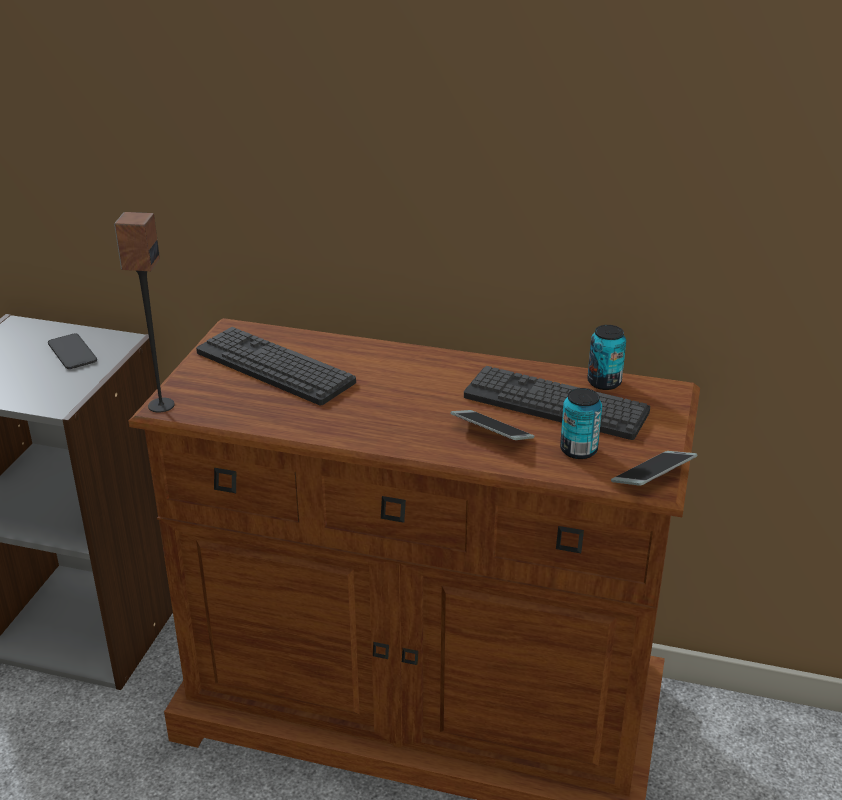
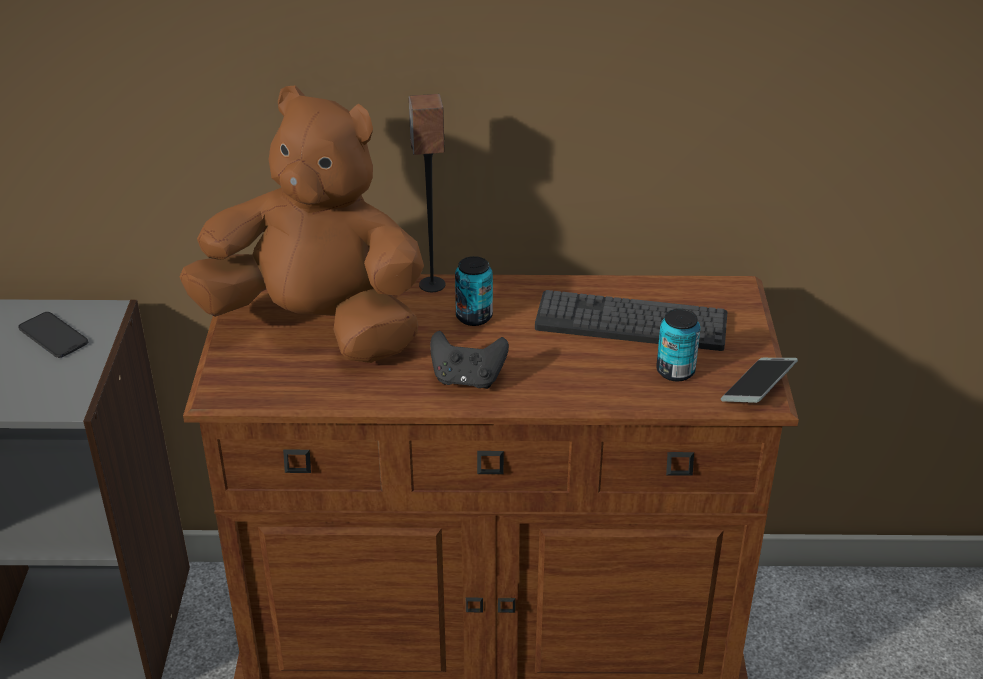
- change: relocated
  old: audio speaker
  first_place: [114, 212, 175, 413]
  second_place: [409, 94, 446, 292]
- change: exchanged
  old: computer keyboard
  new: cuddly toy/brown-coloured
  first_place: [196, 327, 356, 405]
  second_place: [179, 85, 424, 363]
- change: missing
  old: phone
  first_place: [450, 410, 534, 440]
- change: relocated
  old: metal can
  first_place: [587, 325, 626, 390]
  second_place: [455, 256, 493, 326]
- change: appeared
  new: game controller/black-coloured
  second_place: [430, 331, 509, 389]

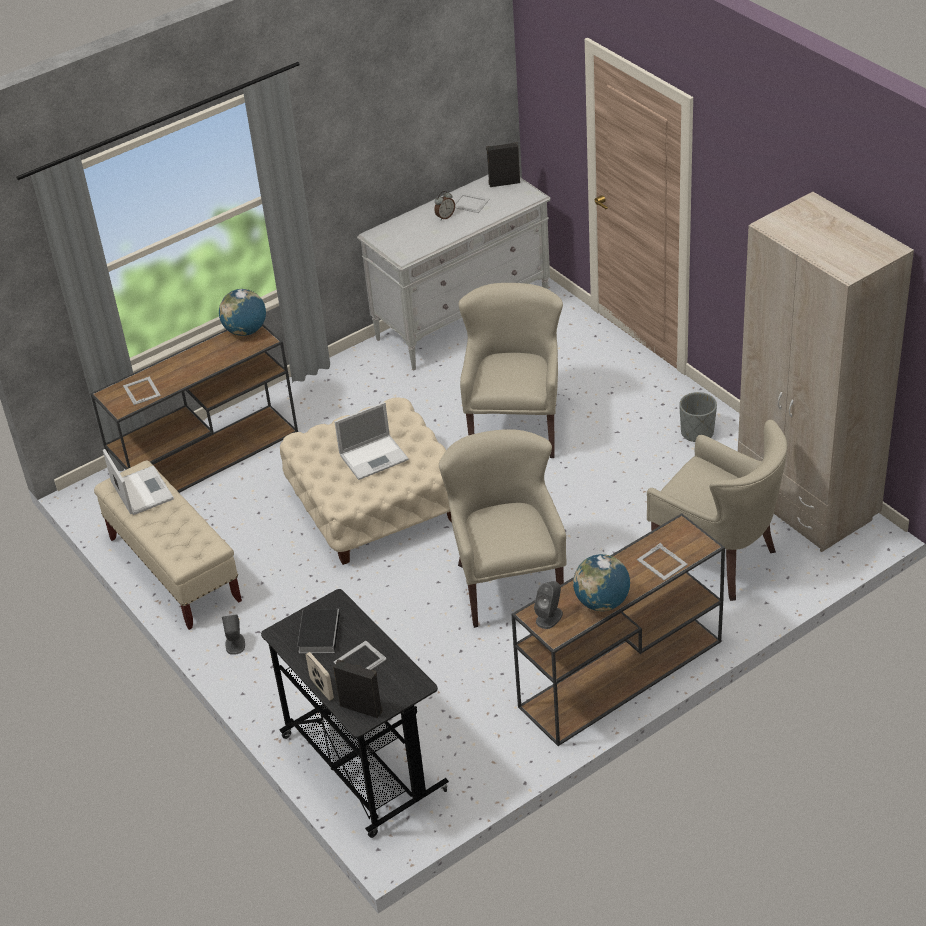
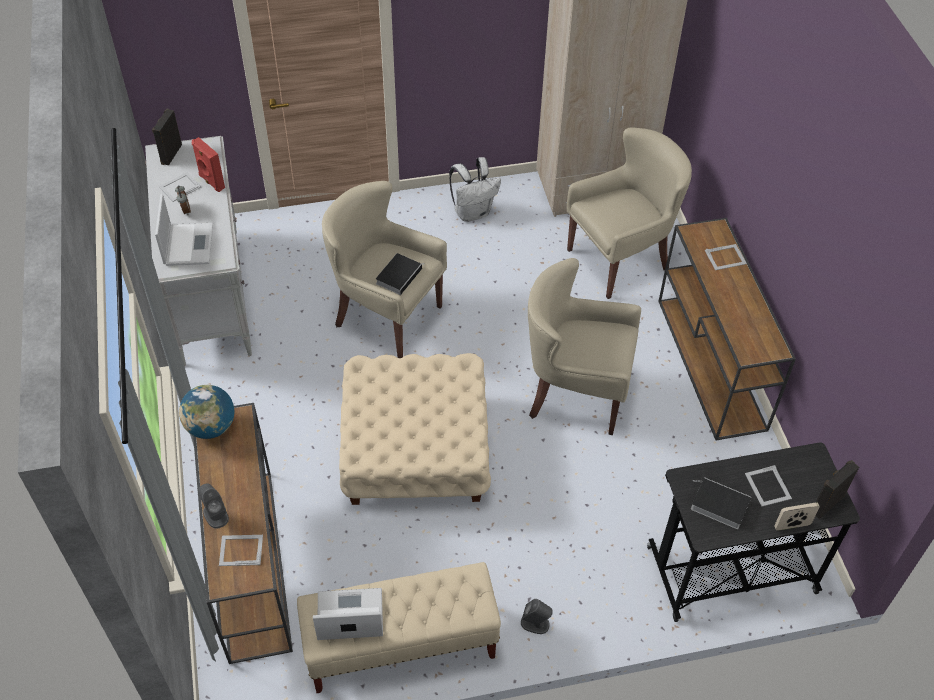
- change: relocated
  old: portable computer
  first_place: [334, 402, 409, 480]
  second_place: [155, 194, 213, 266]
- change: relocated
  old: audio speaker/greyish
  first_place: [534, 581, 563, 629]
  second_place: [199, 483, 229, 529]
- change: missing
  old: world globe
  first_place: [573, 554, 630, 611]
- change: exchanged
  old: flower pot/greyish
  new: backpack/white-coloured
  first_place: [679, 392, 717, 442]
  second_place: [449, 157, 501, 222]
- change: appeared
  new: audio speaker/red-coloured
  second_place: [192, 137, 225, 192]
- change: appeared
  new: bound book
  second_place: [376, 253, 424, 295]

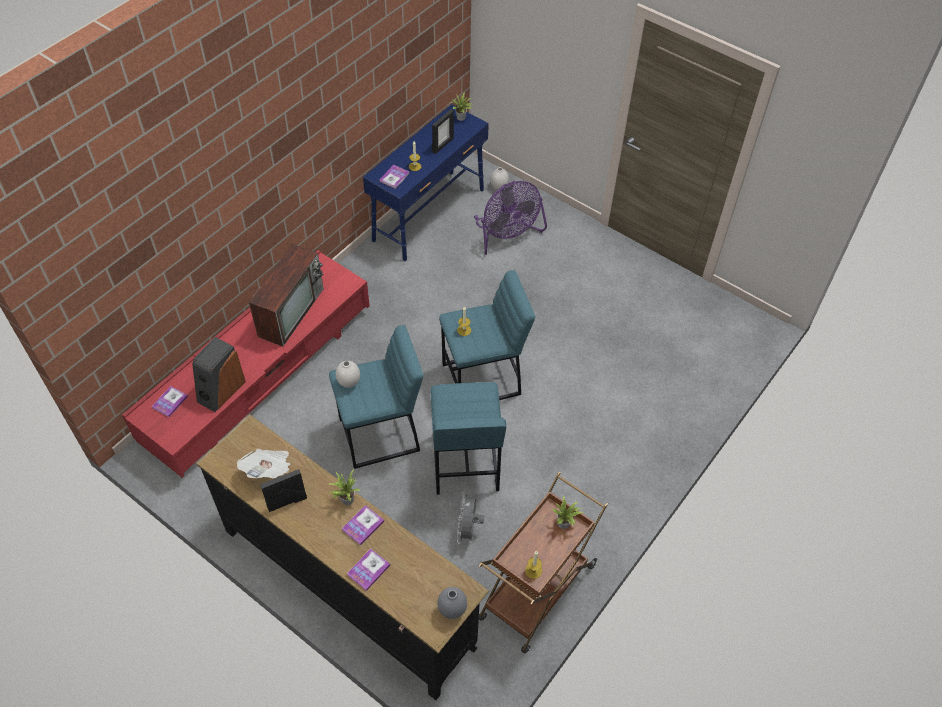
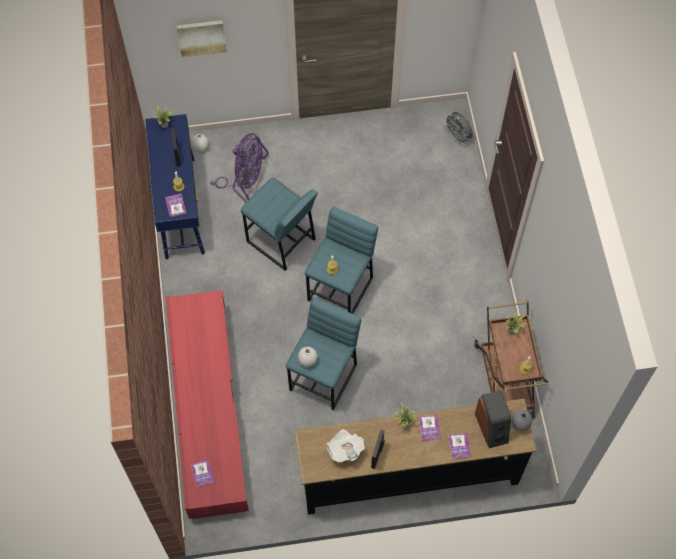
- change: relocated
  old: audio speaker
  first_place: [192, 337, 246, 412]
  second_place: [475, 390, 511, 448]
- change: missing
  old: TV
  first_place: [249, 244, 324, 347]
- change: relocated
  old: sitting stool/bluish
  first_place: [430, 382, 506, 495]
  second_place: [241, 178, 318, 271]
- change: relocated
  old: electric fan/greyish
  first_place: [457, 491, 484, 544]
  second_place: [444, 112, 473, 145]
- change: appeared
  new: picture
  second_place: [176, 20, 227, 57]

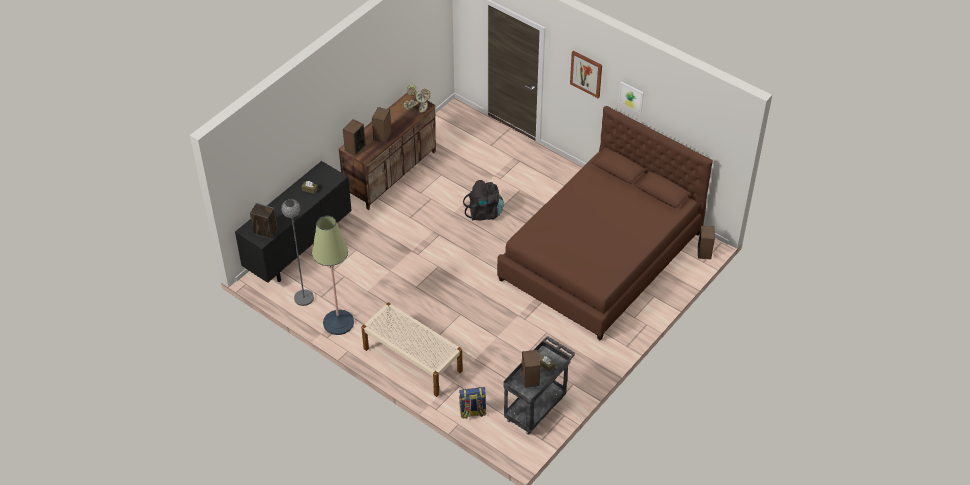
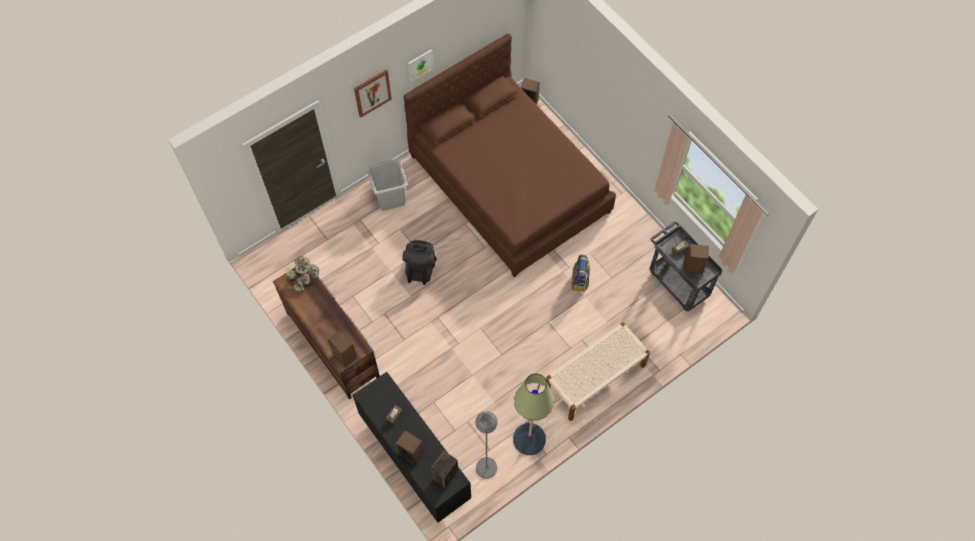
- change: relocated
  old: audio speaker
  first_place: [372, 107, 392, 143]
  second_place: [396, 430, 424, 465]
- change: relocated
  old: backpack
  first_place: [459, 387, 486, 419]
  second_place: [572, 254, 590, 291]
- change: appeared
  new: laundry basket/greyish
  second_place: [366, 159, 407, 211]

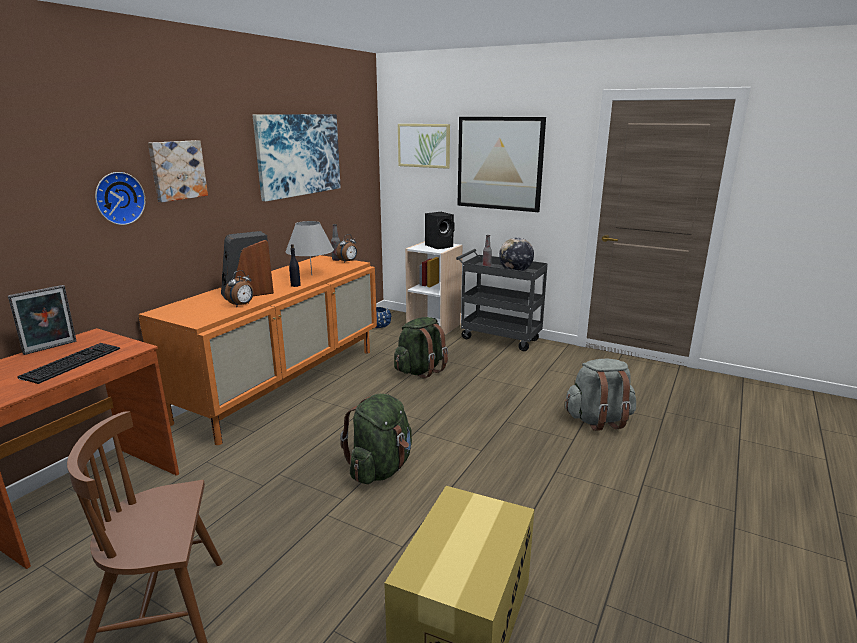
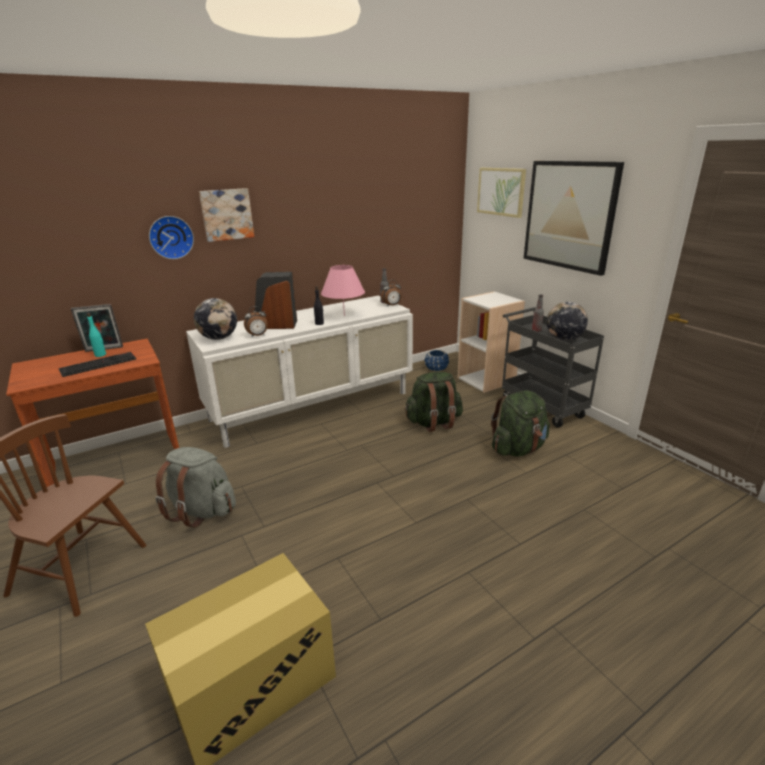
- change: colour
  old: cabinet/orange-coloured
  new: cabinet/white-coloured
  first_place: [138, 255, 377, 445]
  second_place: [186, 296, 413, 448]
- change: missing
  old: picture
  first_place: [253, 114, 341, 201]
- change: colour
  old: table lamp/greyish
  new: table lamp/pinkish
  first_place: [285, 221, 334, 276]
  second_place: [321, 265, 365, 316]
- change: relocated
  old: backpack/greenish
  first_place: [340, 394, 412, 484]
  second_place: [491, 390, 550, 457]
- change: missing
  old: audio speaker/black-coloured
  first_place: [425, 212, 455, 249]
- change: relocated
  old: backpack/greyish
  first_place: [565, 359, 636, 431]
  second_place: [155, 447, 236, 528]
- change: appeared
  new: drink bottle/blue-green
  second_place: [87, 313, 106, 357]
- change: appeared
  new: world globe
  second_place: [194, 298, 237, 340]

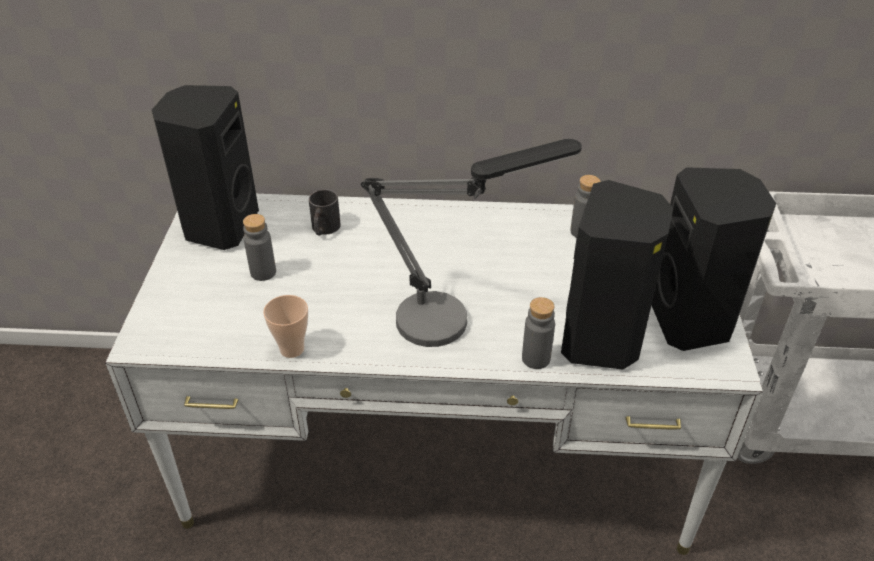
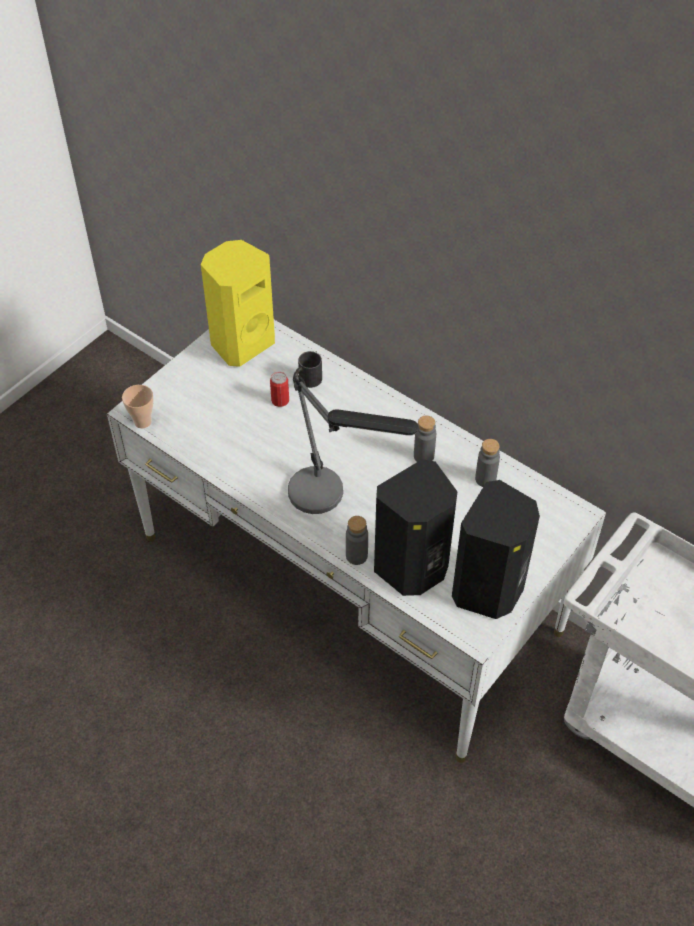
- change: colour
  old: audio speaker/black-coloured
  new: audio speaker/yellow-coloured
  first_place: [152, 85, 259, 250]
  second_place: [201, 240, 275, 367]
- change: relocated
  old: drink bottle/greyish
  first_place: [243, 214, 276, 281]
  second_place: [414, 415, 436, 462]
- change: relocated
  old: drinking cup
  first_place: [263, 295, 308, 358]
  second_place: [122, 385, 154, 428]
- change: appeared
  new: metal can
  second_place: [270, 372, 289, 407]

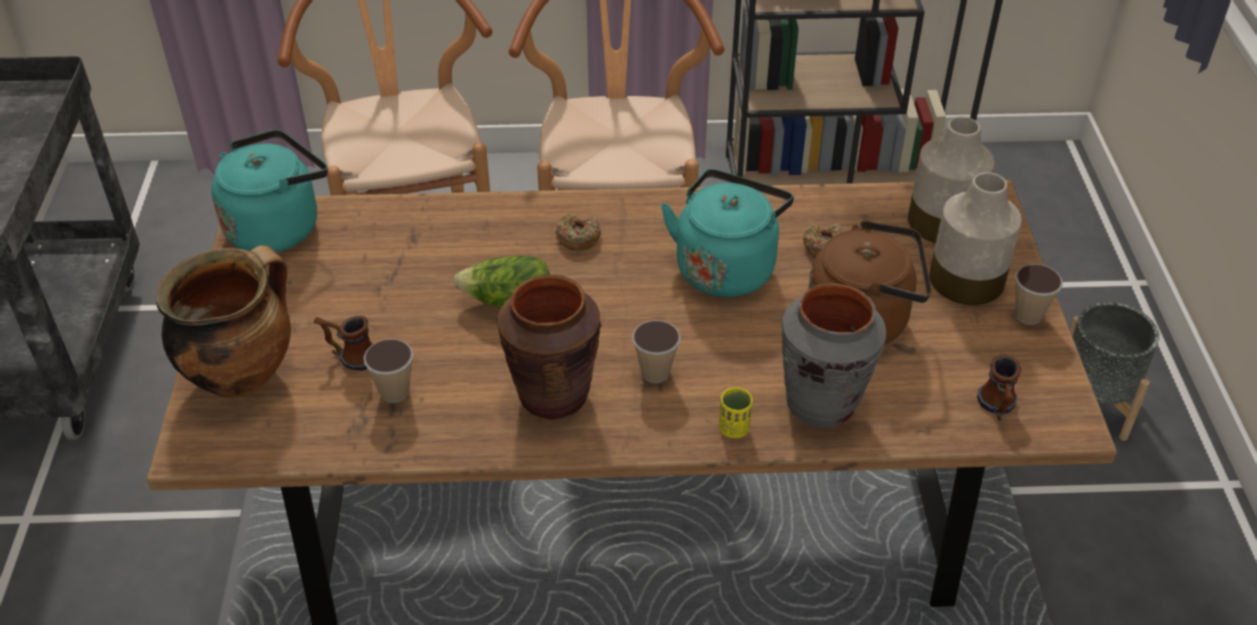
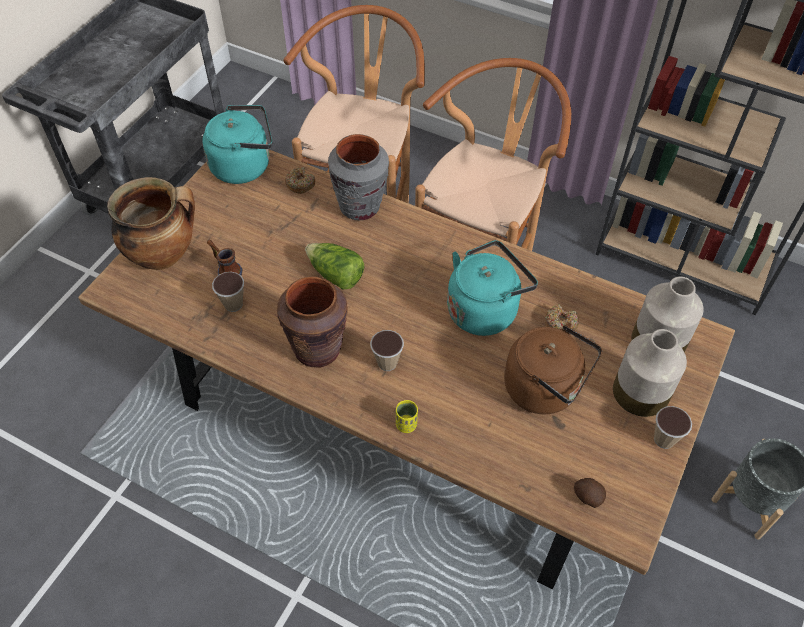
- change: relocated
  old: ring doughnut
  first_place: [555, 212, 601, 250]
  second_place: [285, 167, 315, 194]
- change: relocated
  old: vase/greyish
  first_place: [781, 283, 886, 428]
  second_place: [328, 134, 389, 220]
- change: exchanged
  old: mug
  new: whole potato
  first_place: [977, 354, 1021, 421]
  second_place: [574, 478, 606, 508]

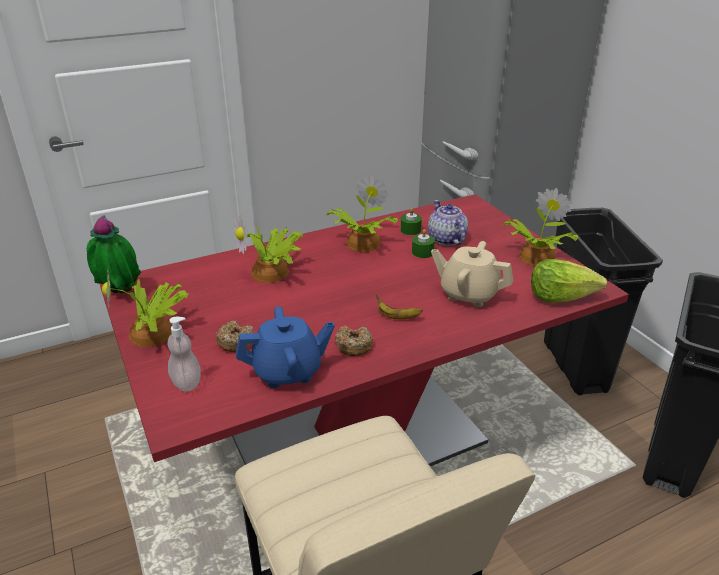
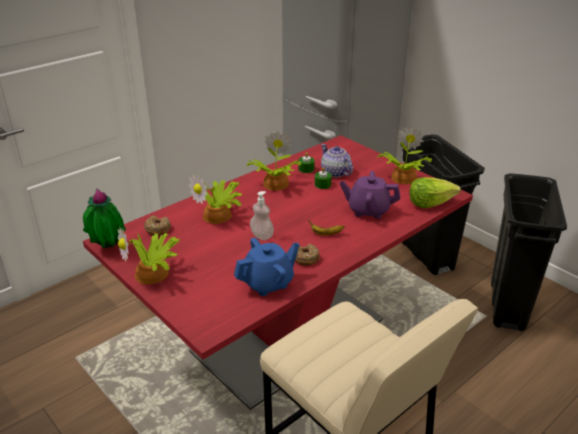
- change: relocated
  old: soap bottle
  first_place: [168, 317, 201, 391]
  second_place: [250, 191, 274, 240]
- change: relocated
  old: ring doughnut
  first_place: [216, 321, 254, 352]
  second_place: [144, 215, 171, 235]
- change: colour
  old: pot for tea/beige-coloured
  new: pot for tea/purplish
  first_place: [431, 241, 513, 307]
  second_place: [340, 171, 400, 219]

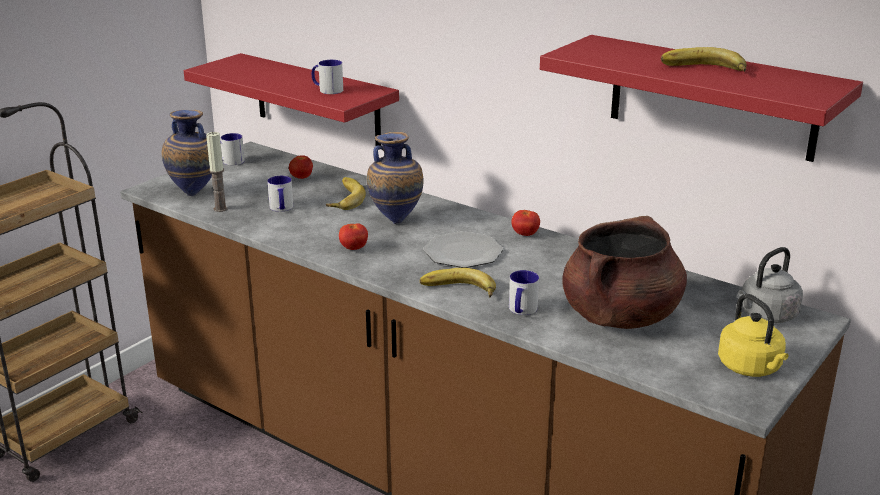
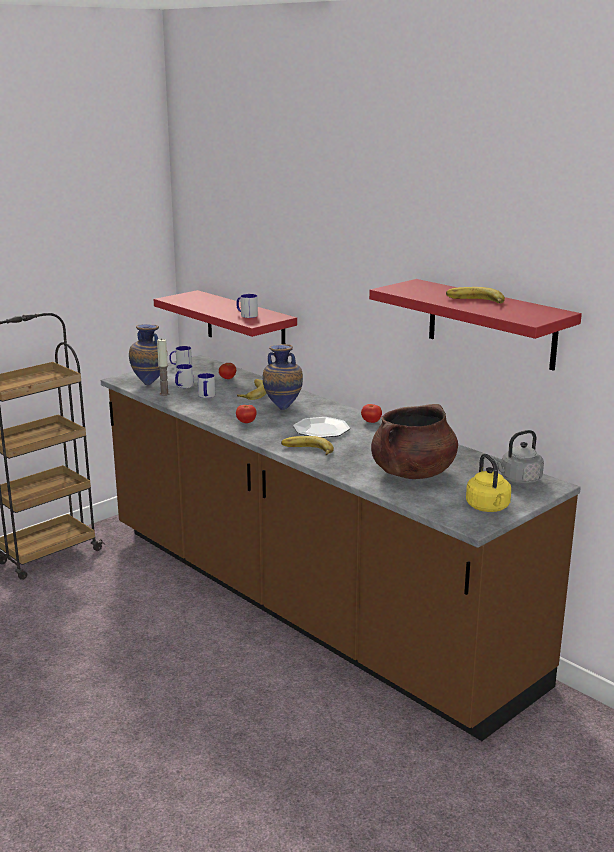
- change: relocated
  old: mug
  first_place: [509, 270, 539, 315]
  second_place: [175, 364, 194, 388]

